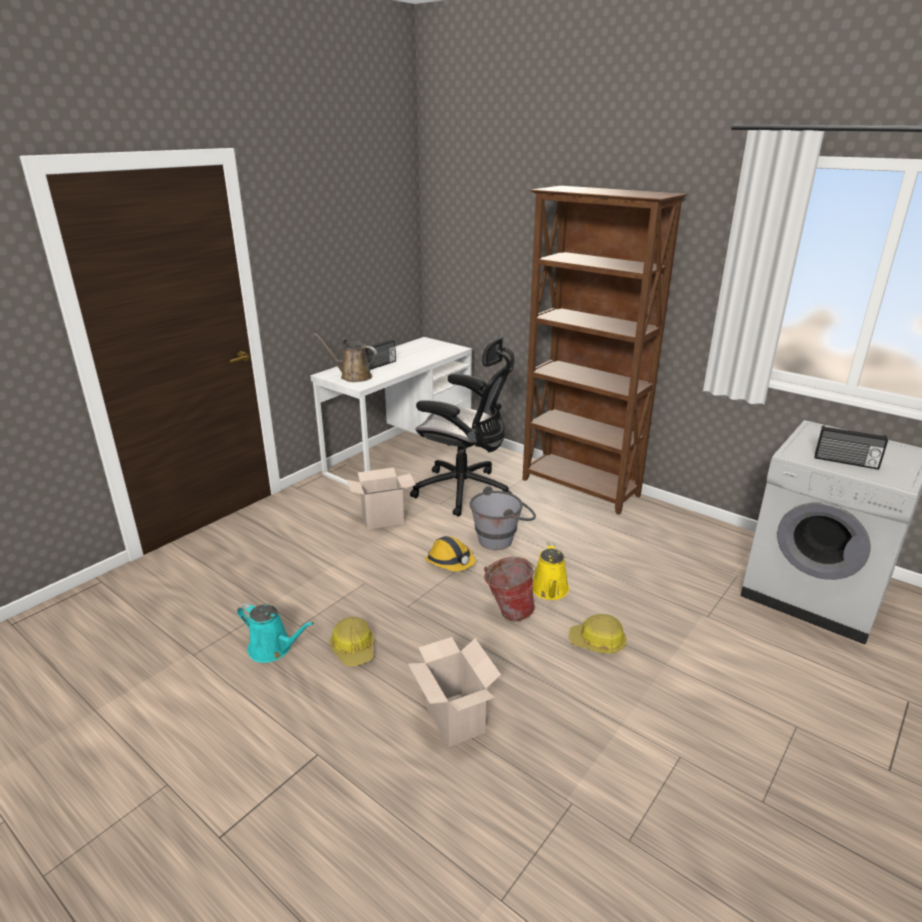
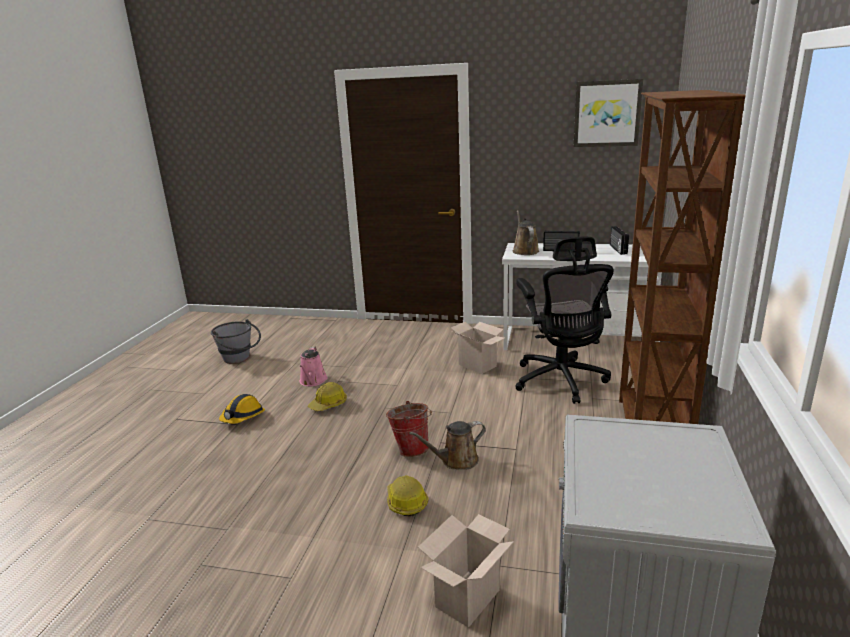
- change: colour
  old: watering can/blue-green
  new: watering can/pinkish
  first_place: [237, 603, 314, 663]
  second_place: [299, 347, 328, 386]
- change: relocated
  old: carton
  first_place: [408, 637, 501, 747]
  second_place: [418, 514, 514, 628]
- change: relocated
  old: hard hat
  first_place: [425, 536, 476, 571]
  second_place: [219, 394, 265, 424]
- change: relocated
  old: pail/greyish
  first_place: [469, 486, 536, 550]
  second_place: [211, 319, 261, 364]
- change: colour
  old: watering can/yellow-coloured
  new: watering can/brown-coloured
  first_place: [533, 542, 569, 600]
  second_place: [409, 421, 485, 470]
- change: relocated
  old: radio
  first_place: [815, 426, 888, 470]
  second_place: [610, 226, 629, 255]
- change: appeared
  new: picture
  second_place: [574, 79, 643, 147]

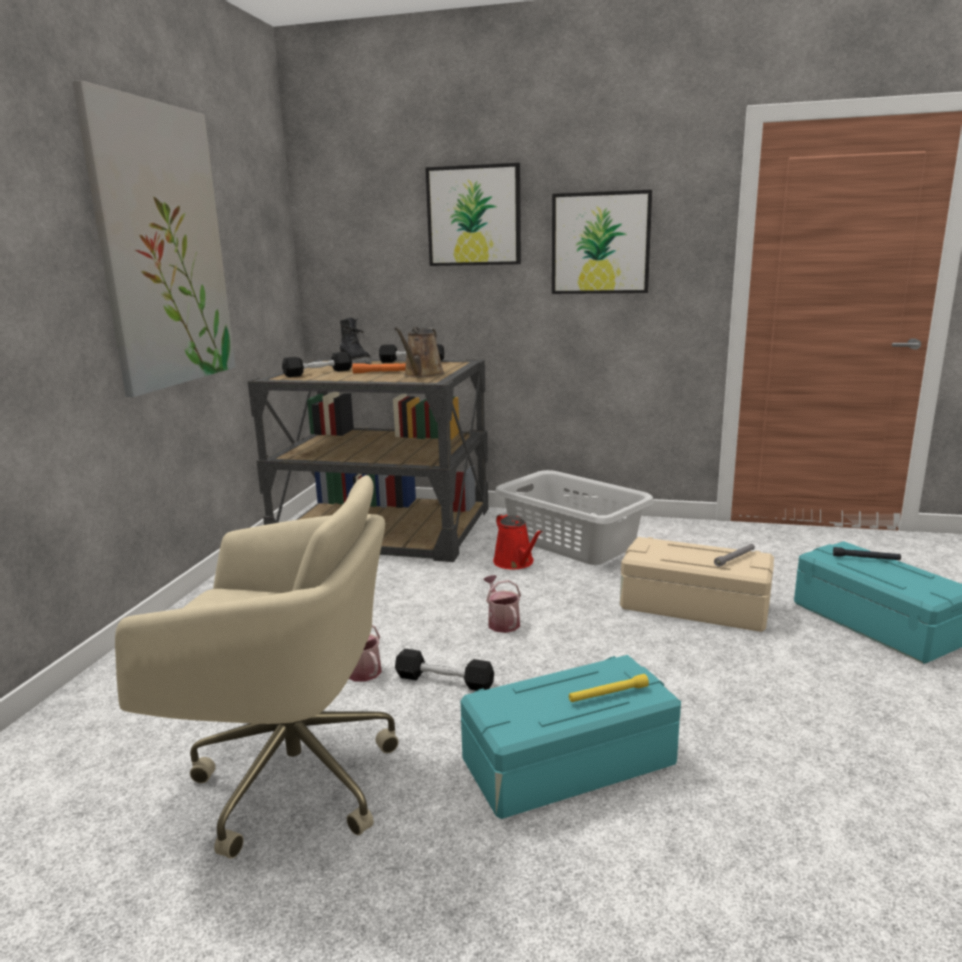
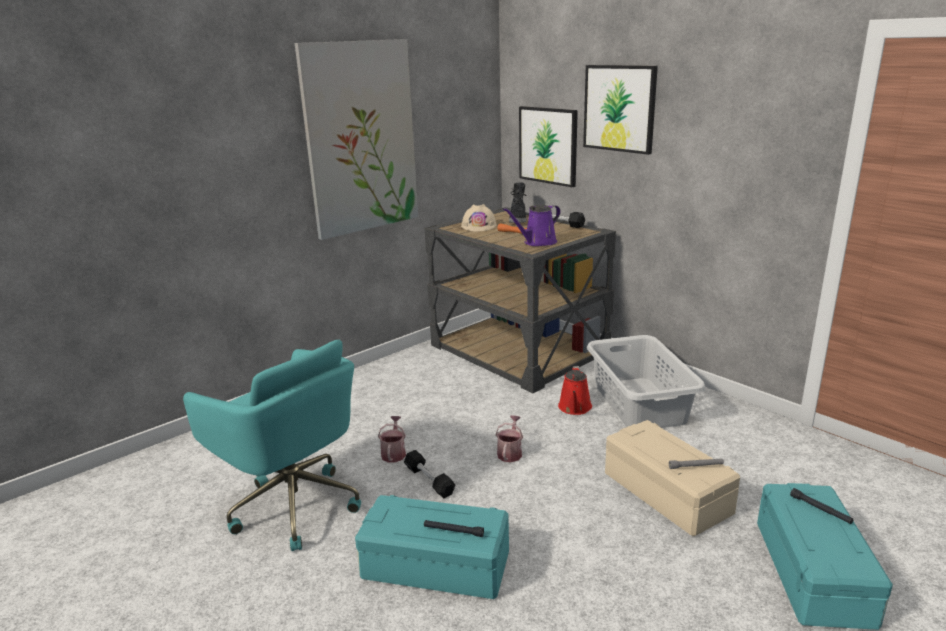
- change: colour
  old: computer chair/beige-coloured
  new: computer chair/blue-green
  first_place: [115, 475, 399, 859]
  second_place: [183, 340, 361, 551]
- change: exchanged
  old: free weight/black-coloured
  new: hard hat/beige-coloured
  first_place: [282, 352, 352, 377]
  second_place: [461, 204, 497, 231]
- change: colour
  old: watering can/brown-coloured
  new: watering can/purplish
  first_place: [394, 327, 444, 378]
  second_place: [503, 204, 561, 246]
- change: relocated
  old: picture
  first_place: [552, 190, 652, 294]
  second_place: [519, 106, 578, 187]
- change: colour
  old: torch/yellow-coloured
  new: torch/black-coloured
  first_place: [569, 674, 649, 702]
  second_place: [424, 520, 484, 537]

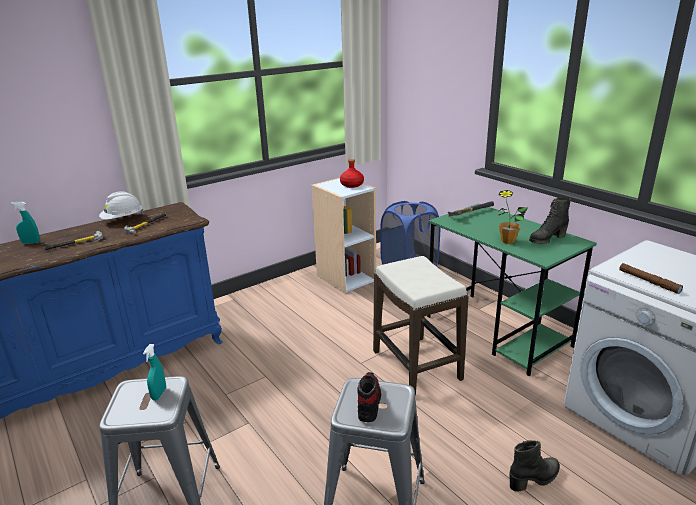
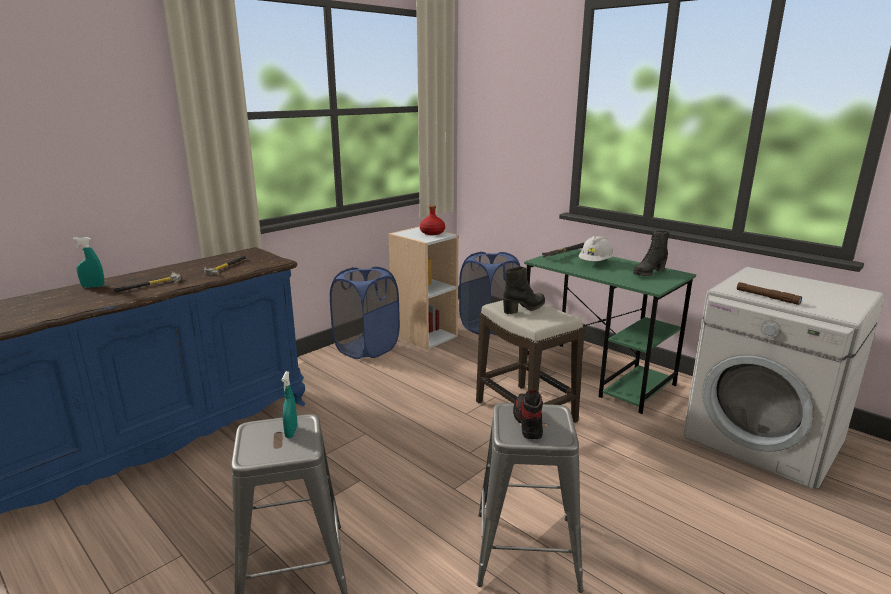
- change: relocated
  old: hard hat/white-coloured
  first_place: [99, 191, 143, 220]
  second_place: [578, 235, 613, 261]
- change: missing
  old: potted plant
  first_place: [499, 190, 528, 244]
- change: relocated
  old: high-top boot/black-coloured
  first_place: [510, 440, 560, 492]
  second_place: [503, 267, 545, 314]
- change: appeared
  new: laundry basket/bluish
  second_place: [330, 267, 400, 359]

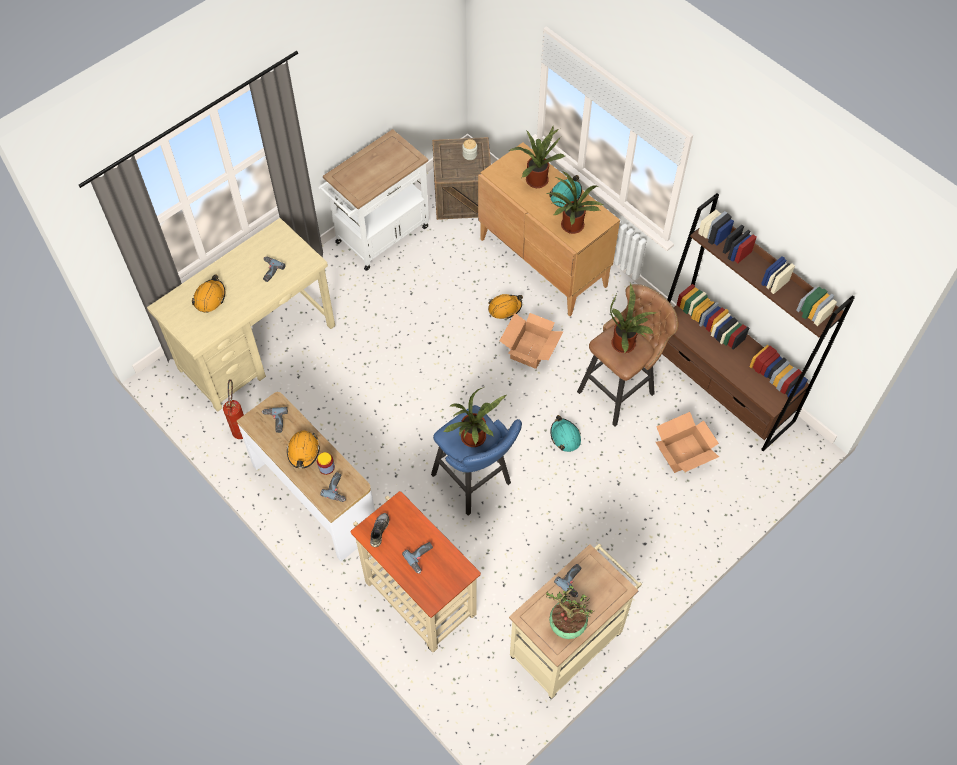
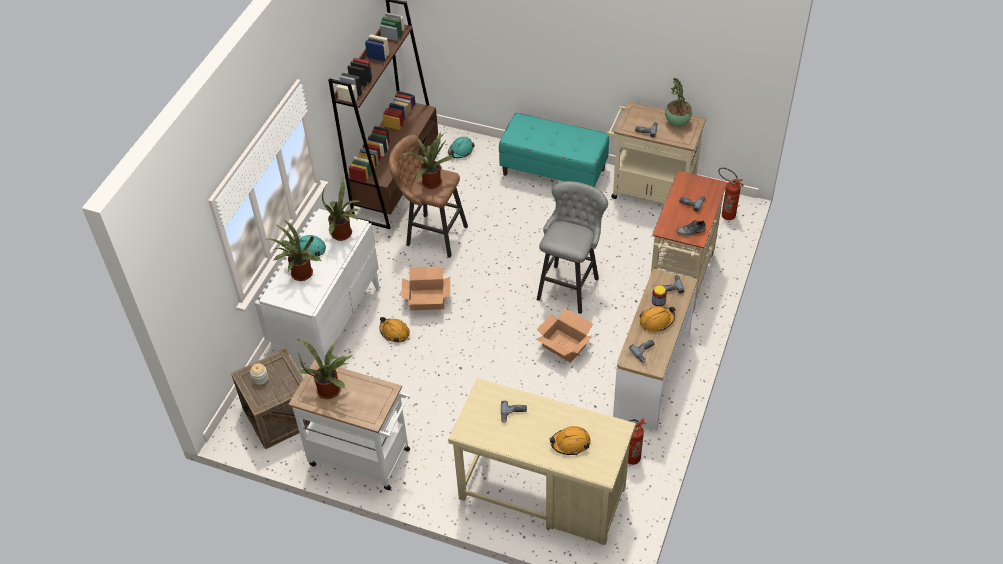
- change: colour
  old: sitting stool/bluish
  new: sitting stool/greyish
  first_place: [431, 405, 522, 515]
  second_place: [537, 181, 608, 314]
- change: relocated
  old: potted plant
  first_place: [443, 387, 506, 447]
  second_place: [297, 339, 353, 399]
- change: colour
  old: cabinet/brown-coloured
  new: cabinet/white-coloured
  first_place: [478, 142, 620, 316]
  second_place: [259, 209, 379, 363]
- change: relocated
  old: hard hat/blue-green
  first_place: [550, 415, 581, 452]
  second_place: [448, 137, 475, 158]
- change: relocated
  old: carton
  first_place: [656, 412, 719, 473]
  second_place: [536, 308, 593, 363]
- change: appeared
  new: bench/blue-green
  second_place: [499, 113, 609, 187]
- change: appeared
  new: extinguisher
  second_place: [718, 168, 744, 220]

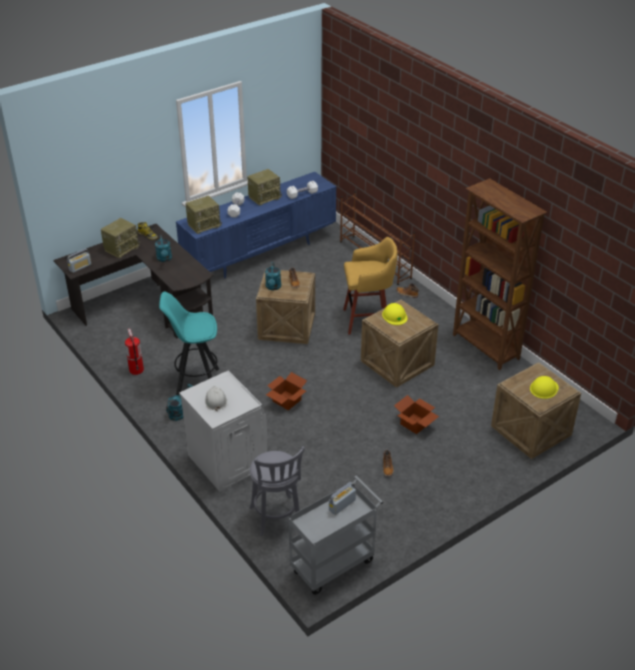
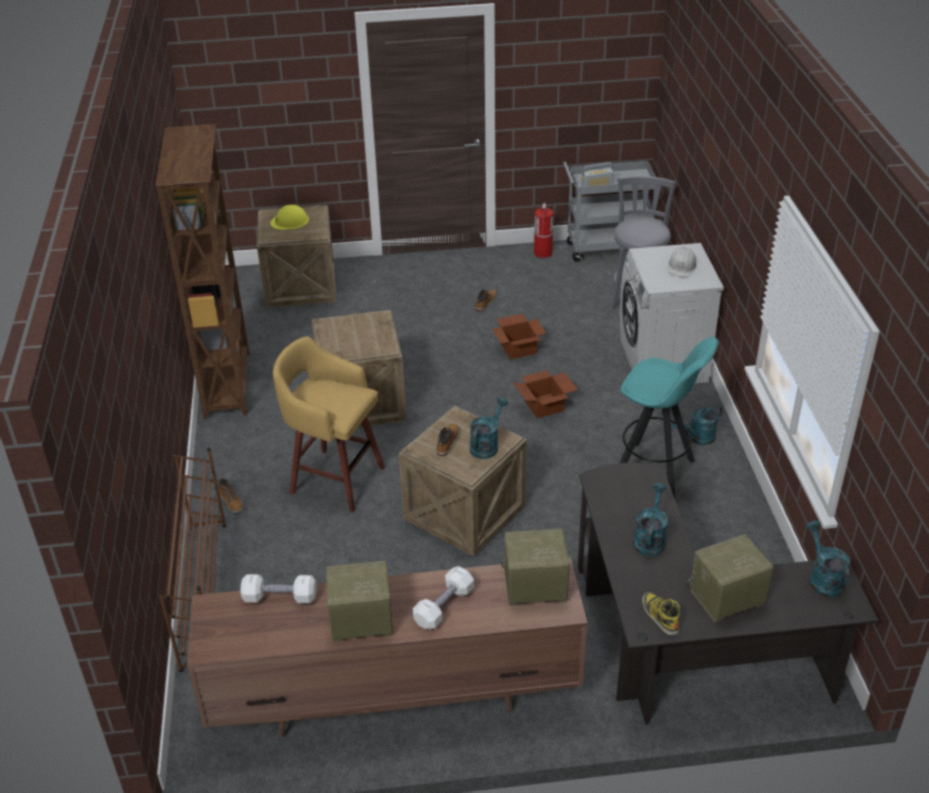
- change: exchanged
  old: radio
  new: watering can/blue-green
  first_place: [67, 249, 91, 273]
  second_place: [806, 521, 850, 597]
- change: relocated
  old: extinguisher
  first_place: [125, 329, 144, 375]
  second_place: [534, 201, 553, 258]
- change: colour
  old: cabinet/bluish
  new: cabinet/brown-coloured
  first_place: [176, 172, 337, 278]
  second_place: [187, 557, 588, 738]
- change: missing
  old: hard hat/yellow-coloured
  first_place: [382, 303, 408, 325]
- change: relocated
  old: carton
  first_place: [394, 395, 439, 434]
  second_place: [492, 314, 546, 359]

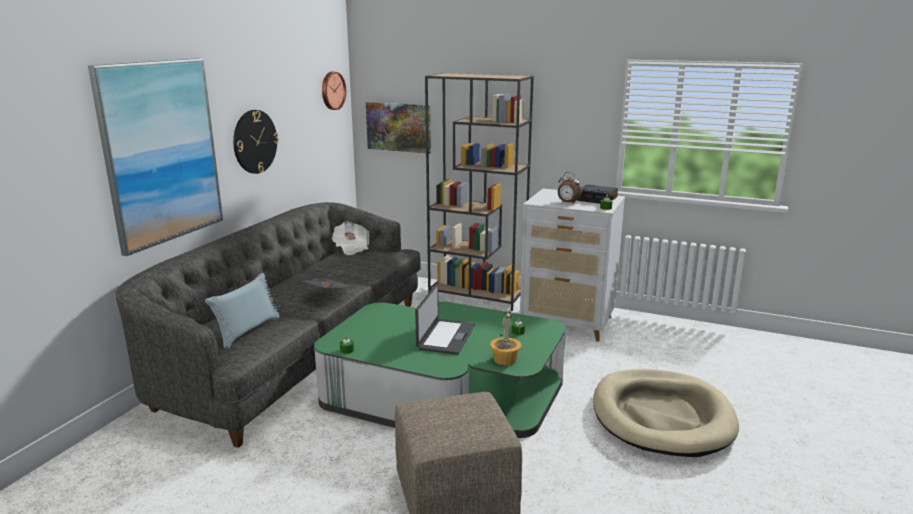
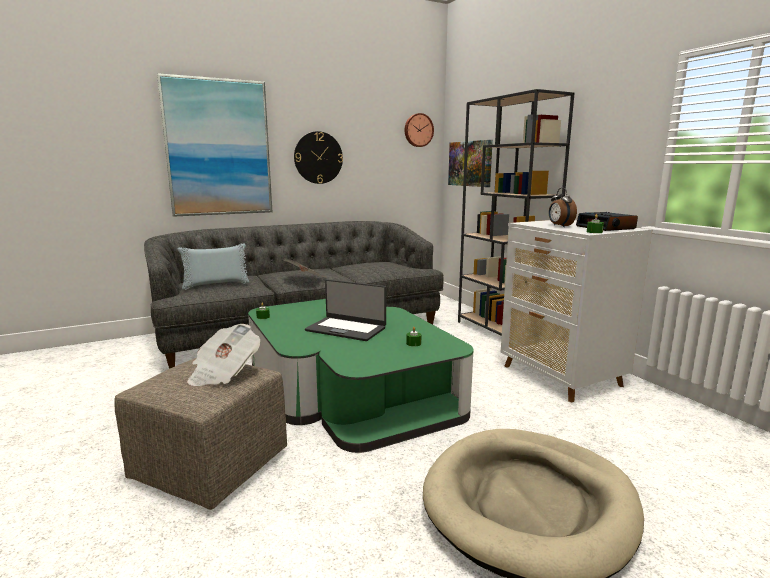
- change: relocated
  old: newspaper
  first_place: [332, 221, 369, 255]
  second_place: [187, 324, 260, 386]
- change: spun
  old: portable computer
  first_place: [415, 284, 475, 355]
  second_place: [305, 279, 386, 341]
  degrees: 60
- change: missing
  old: potted plant
  first_place: [490, 311, 521, 365]

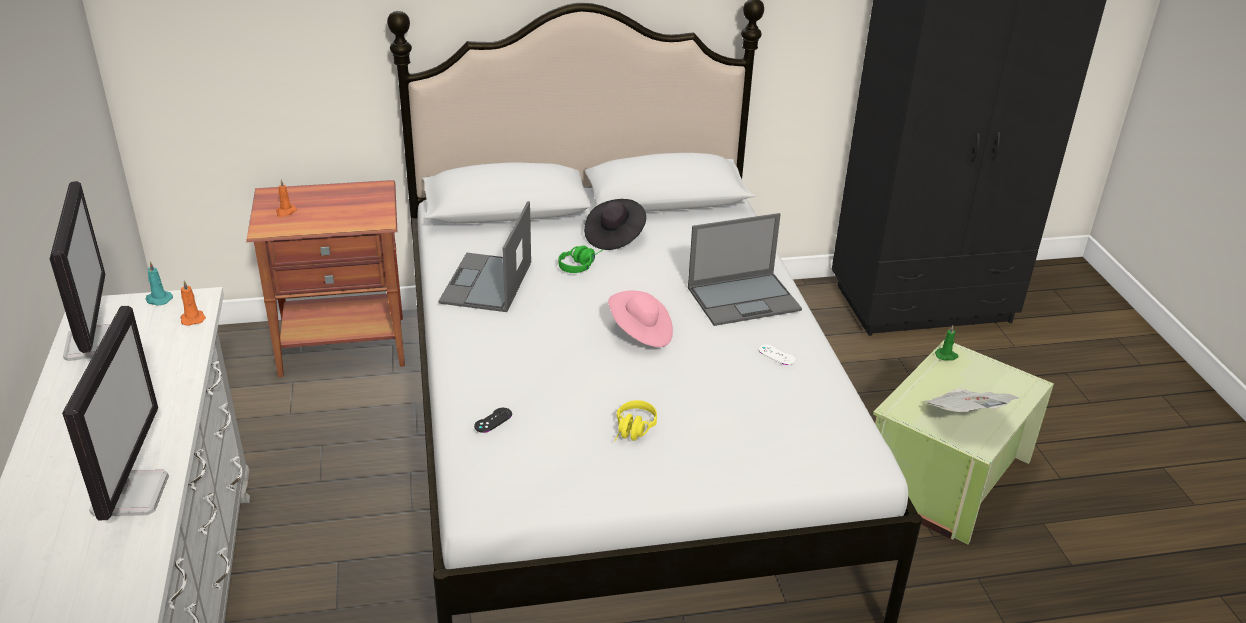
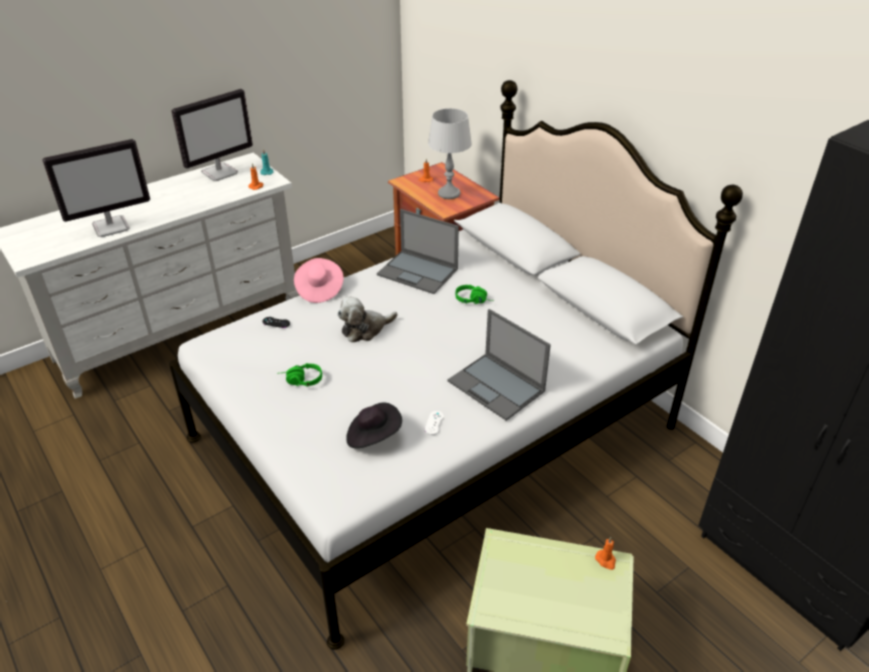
- change: spun
  old: portable computer
  first_place: [438, 201, 531, 312]
  second_place: [377, 209, 459, 294]
  degrees: -135
- change: relocated
  old: clothing hat/black-coloured
  first_place: [584, 199, 646, 250]
  second_place: [346, 403, 402, 448]
- change: relocated
  old: clothing hat/pinkish
  first_place: [608, 291, 673, 347]
  second_place: [294, 258, 344, 303]
- change: colour
  old: headphones/yellow-coloured
  new: headphones/greenish
  first_place: [615, 400, 657, 441]
  second_place: [277, 363, 322, 386]
- change: missing
  old: newspaper
  first_place: [923, 389, 1019, 412]
- change: colour
  old: candle/greenish
  new: candle/orange-coloured
  first_place: [935, 325, 959, 361]
  second_place: [595, 537, 616, 570]
- change: appeared
  new: cuddly toy
  second_place: [337, 296, 398, 342]
- change: appeared
  new: table lamp/greyish
  second_place: [428, 108, 472, 199]

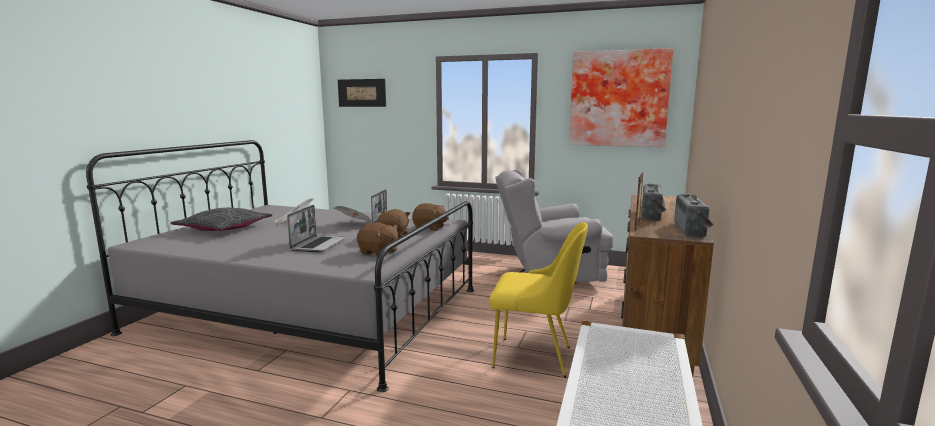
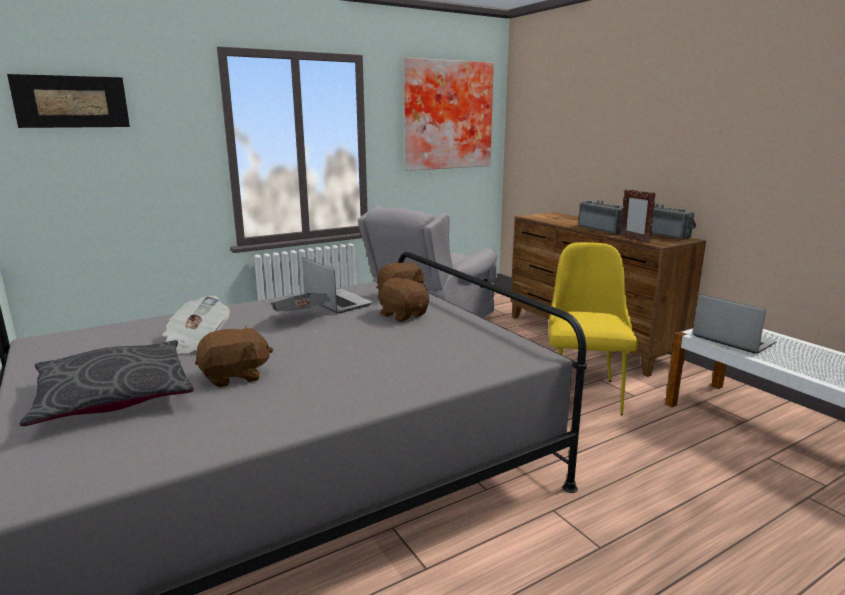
- change: relocated
  old: portable computer
  first_place: [287, 205, 346, 252]
  second_place: [693, 294, 777, 354]
- change: relocated
  old: cuddly toy/brown-coloured
  first_place: [357, 223, 399, 257]
  second_place: [195, 326, 273, 388]
- change: spun
  old: plain chair/yellow-coloured
  first_place: [489, 222, 588, 378]
  second_place: [549, 242, 638, 415]
  degrees: -45

